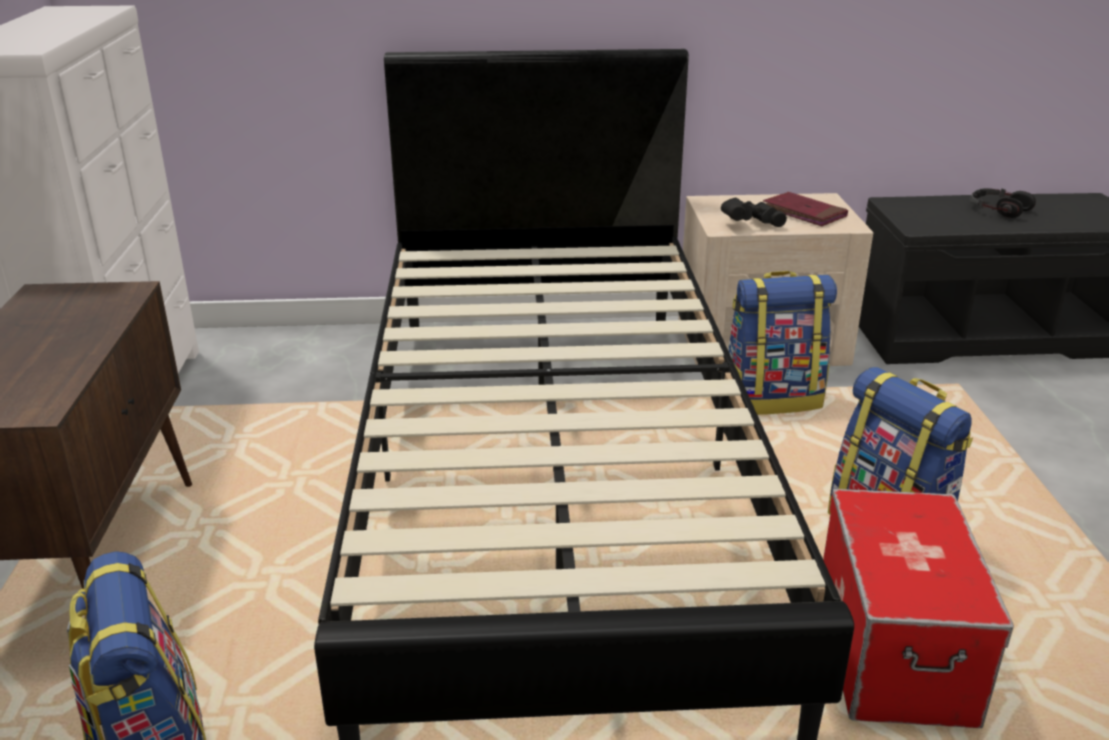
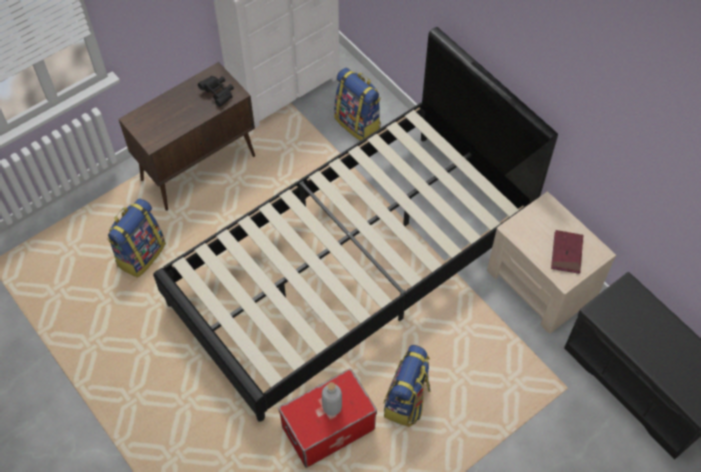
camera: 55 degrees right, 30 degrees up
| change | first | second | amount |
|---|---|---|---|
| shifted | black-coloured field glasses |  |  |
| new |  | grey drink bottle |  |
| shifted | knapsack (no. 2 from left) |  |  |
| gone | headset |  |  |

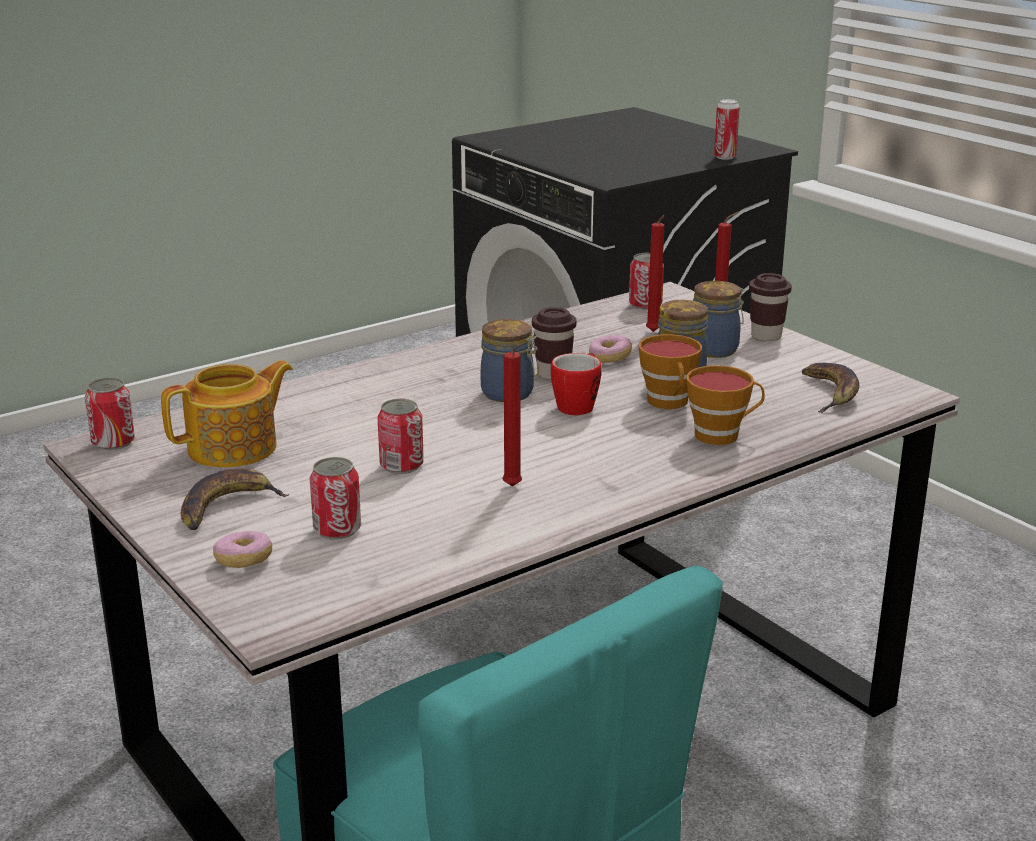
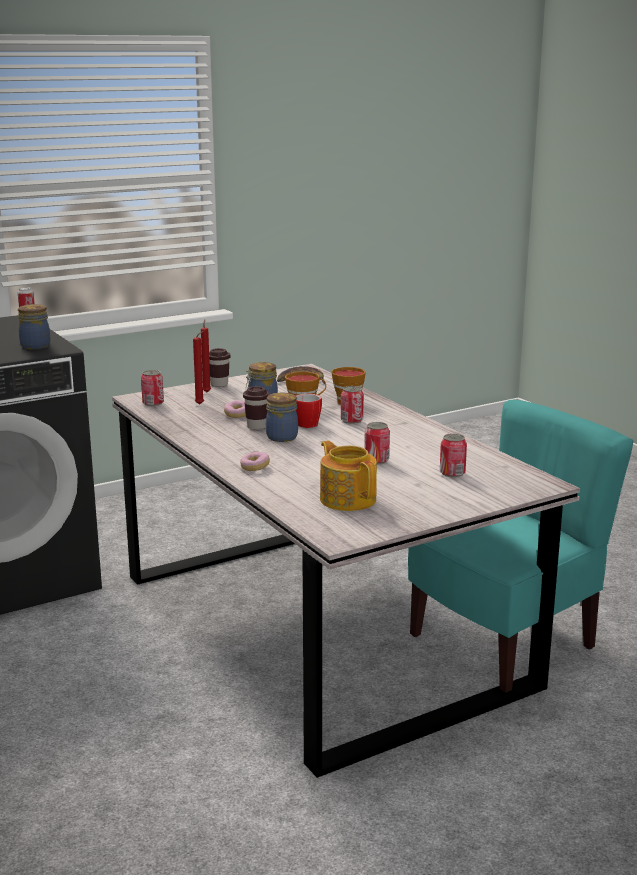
camera: 85 degrees left, 5 degrees down
| change | first | second | amount |
|---|---|---|---|
| shifted | preserve jar (no. 3 from left in the first image) | preserve jar (no. 1 from left) |  |
| shifted | ring doughnut (no. 1 from left in the first image) | ring doughnut (no. 2 from left) |  |
| shifted | sealed can (no. 1 from left in the first image) | sealed can (no. 3 from left) |  |
| gone | banana fruit (no. 1 from left) |  |  |
| gone | reddish wax candle (no. 1 from left) |  |  |

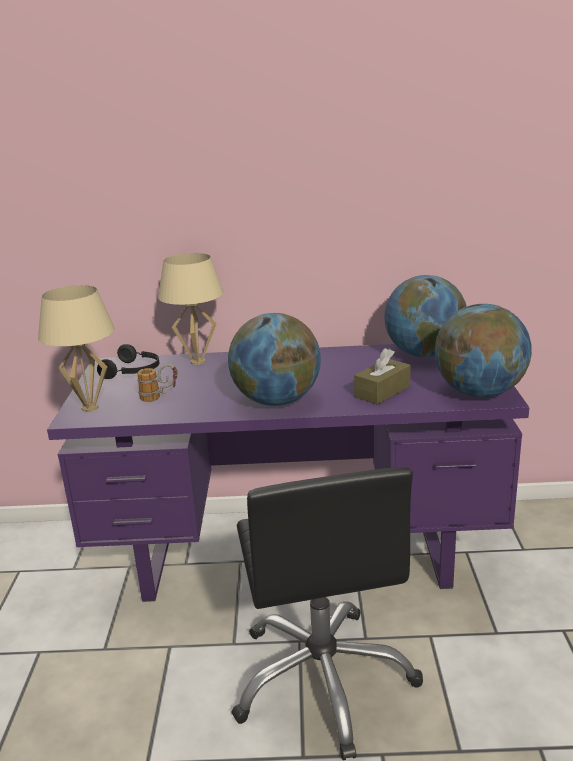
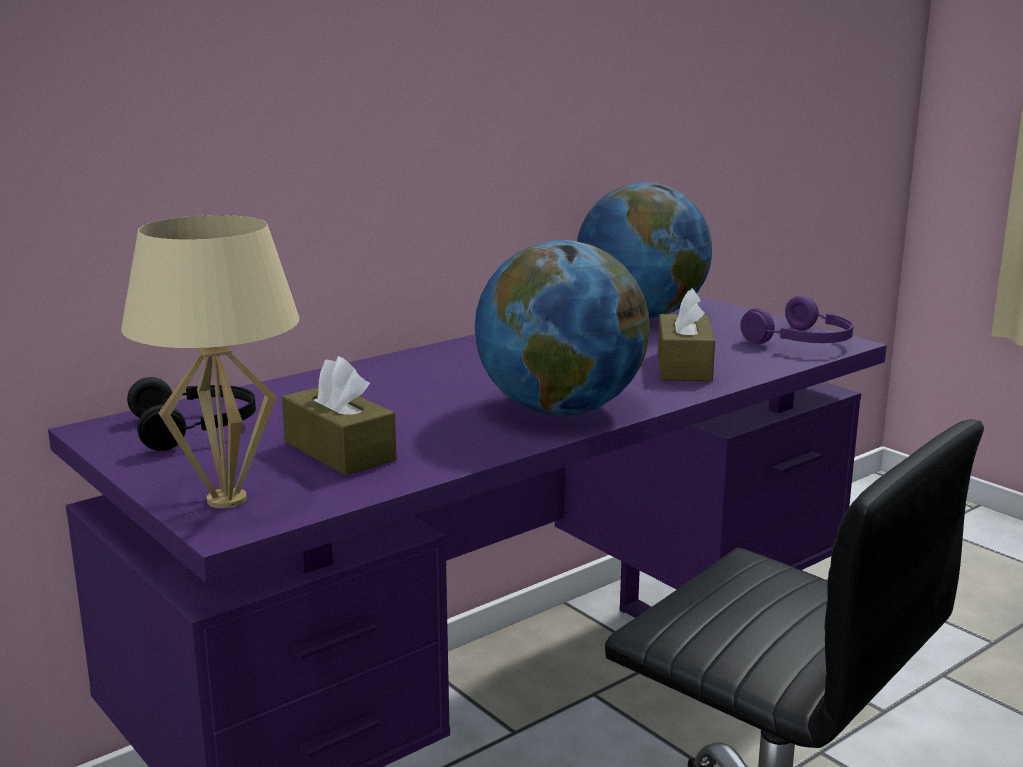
camera: 40 degrees left, 5 degrees down
| change | first | second | amount |
|---|---|---|---|
| swapped | coffee mug | brown-coloured tissue box (no. 1 from left) |  |
| swapped | world globe (no. 3 from left) | purple headset |  |
| gone | sand-coloured lamp for a table (no. 2 from left) |  |  |

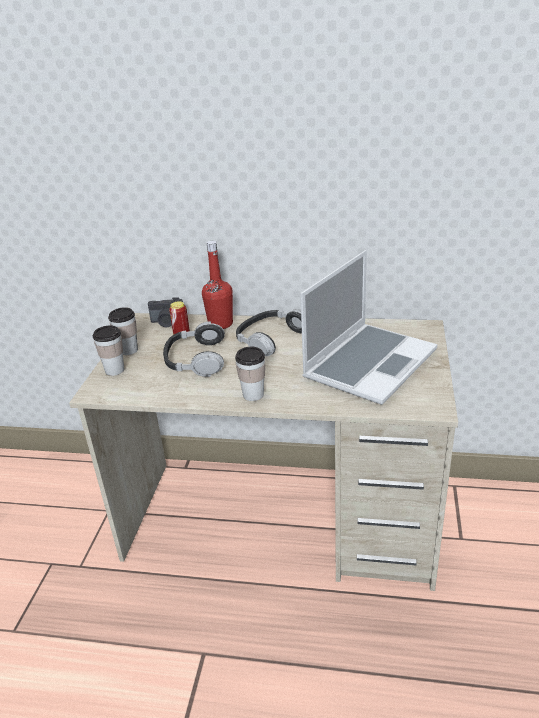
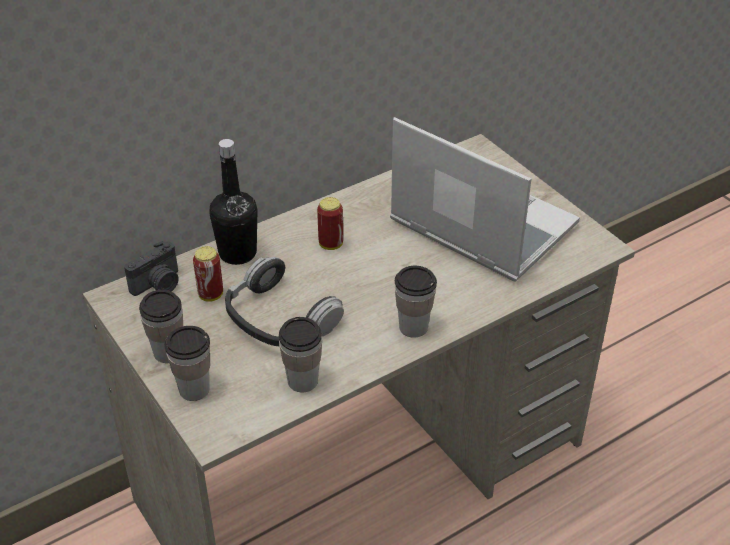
camera: 45 degrees left, 10 degrees up
| change | first | second | amount |
|---|---|---|---|
| repainted | reddish drink bottle | black-coloured drink bottle |  |
| new |  | cup (no. 3 from left) |  |
| swapped | headset (no. 2 from left) | sealed can (no. 2 from left) |  |
| rotated | notebook computer |  | 45 degrees counterclockwise |

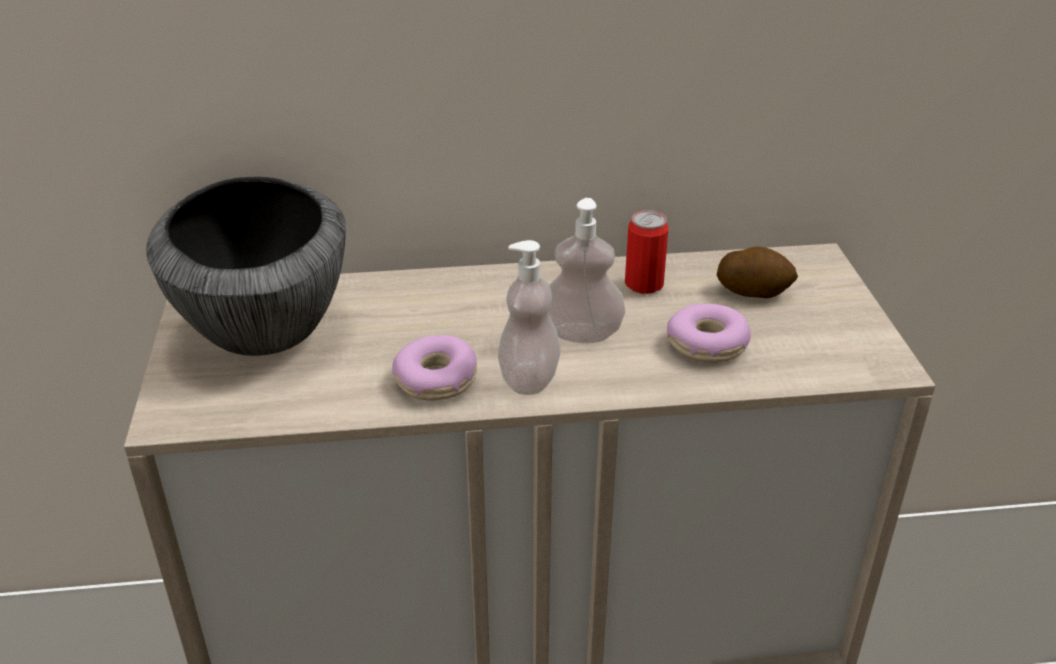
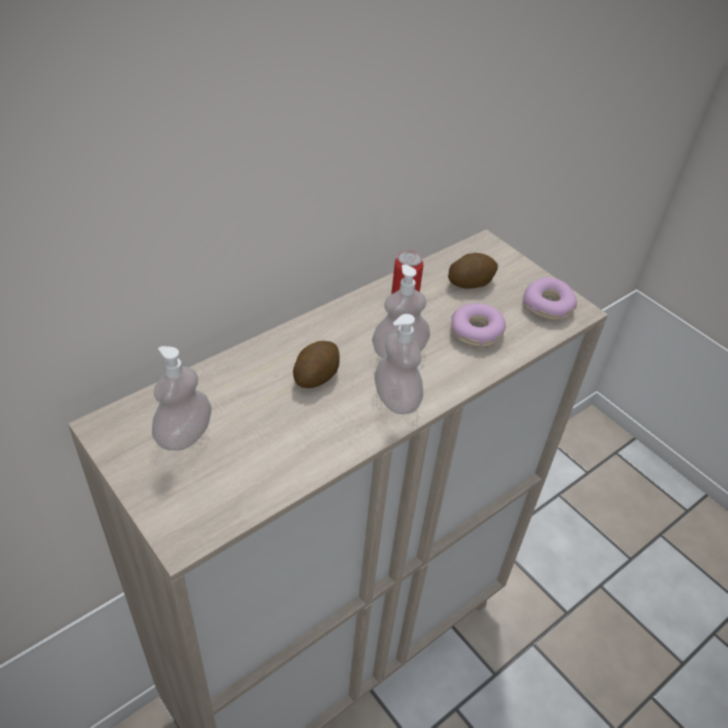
camera: 35 degrees left, 10 degrees up
| change | first | second | amount |
|---|---|---|---|
| swapped | bowl | soap bottle (no. 1 from left) |  |
| new |  | potato (no. 1 from left) |  |
| shifted | ring doughnut (no. 1 from left in the first image) | ring doughnut (no. 2 from left) |  |

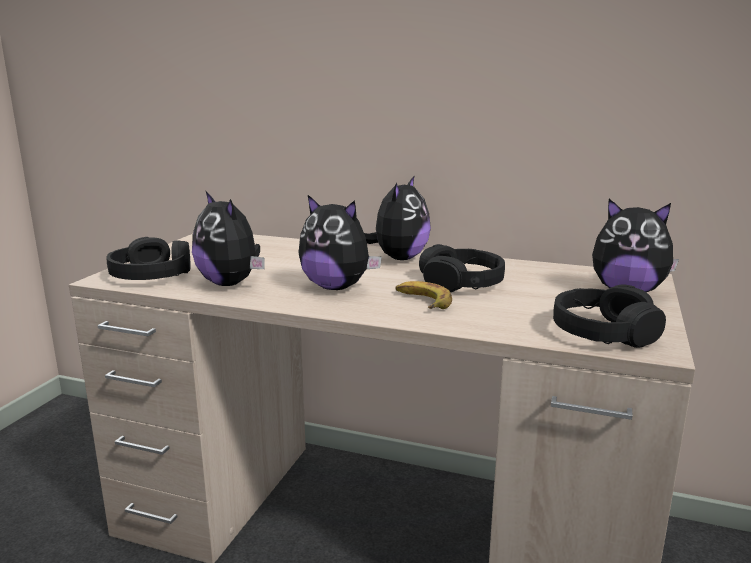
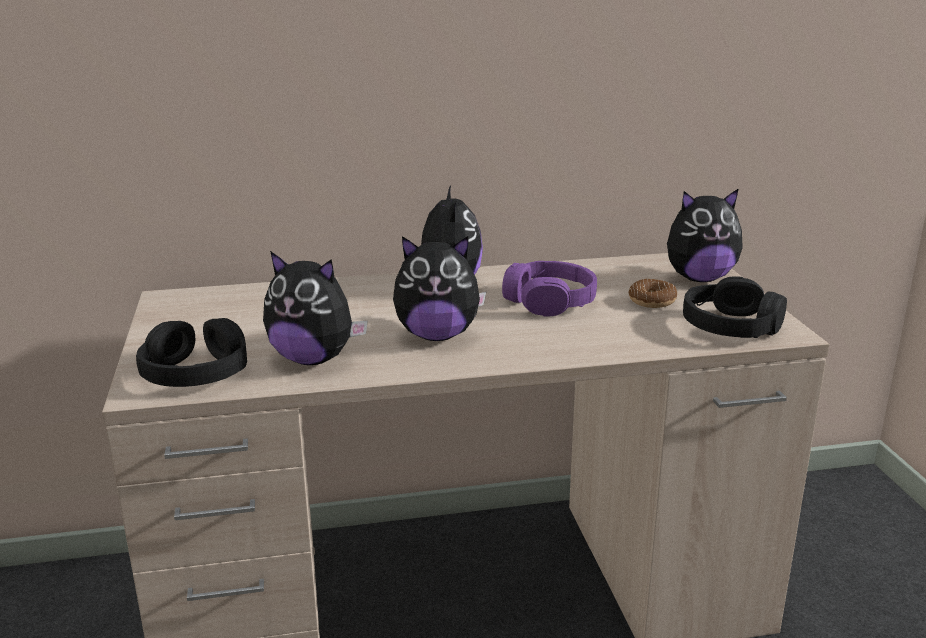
camera: 30 degrees left, 5 degrees up
| change | first | second | amount |
|---|---|---|---|
| repainted | black-coloured headset (no. 2 from left) | purple headset |  |
| new |  | ring doughnut |  |
| gone | banana fruit |  |  |

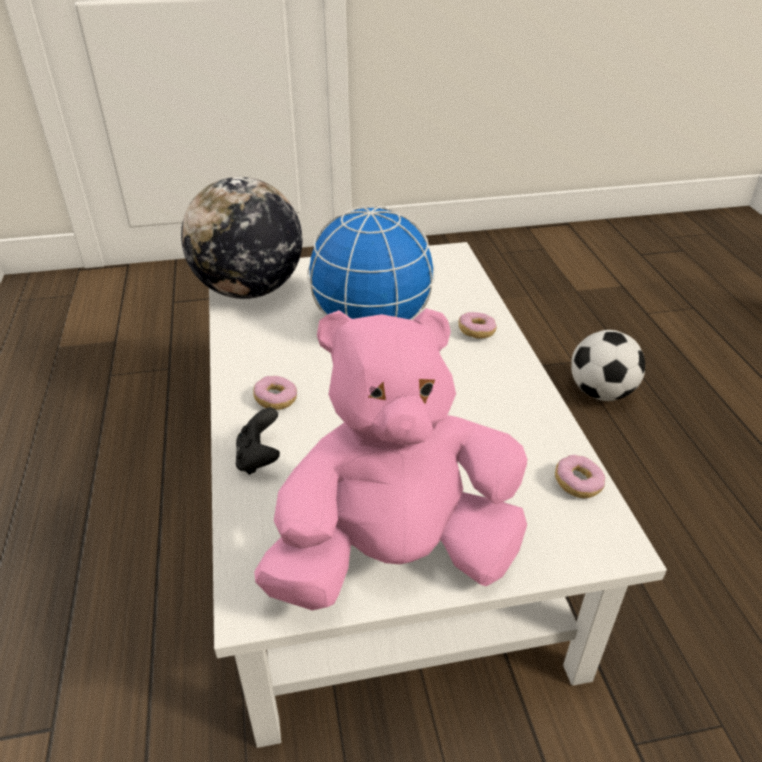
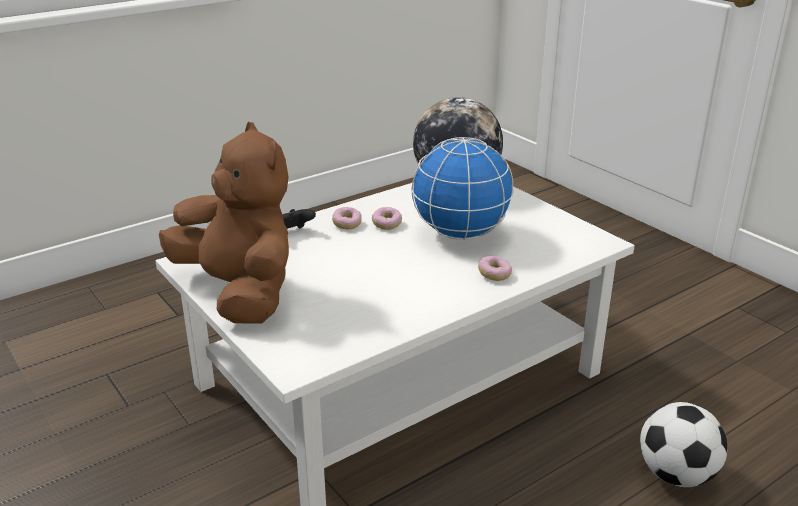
camera: 65 degrees right, 10 degrees down
| change | first | second | amount |
|---|---|---|---|
| repainted | pink-coloured soft toy | brown-coloured soft toy |  |
| shifted | ring doughnut (no. 3 from left in the first image) | ring doughnut (no. 2 from left) |  |

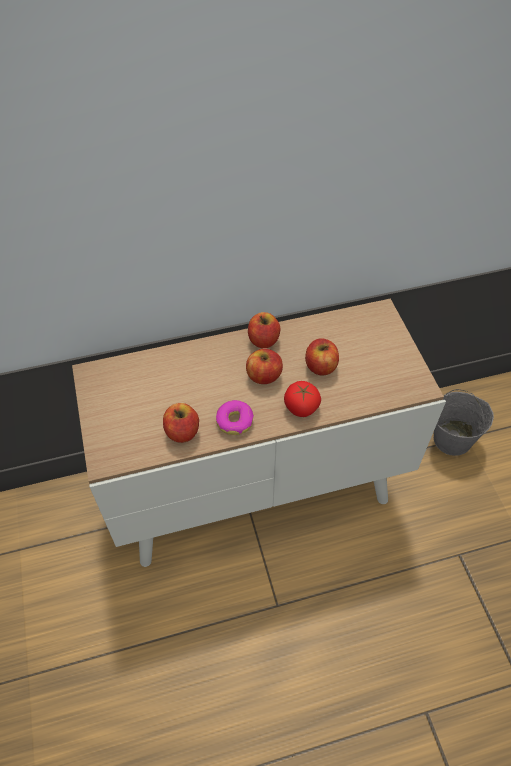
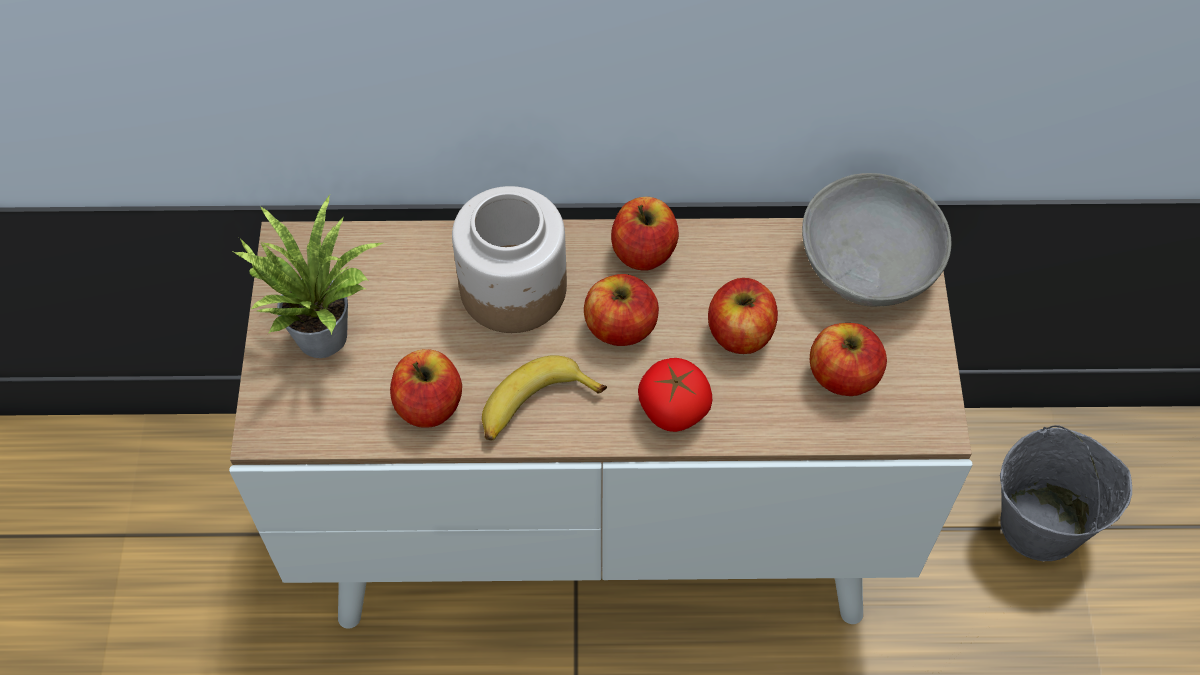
camera: 15 degrees right, 5 degrees up
| change | first | second | amount |
|---|---|---|---|
| new |  | houseplant |  |
| new |  | preserve jar |  |
| swapped | ring doughnut | banana fruit |  |
| new |  | grey bowl |  |
| new |  | apple fruit (no. 5 from left) |  |

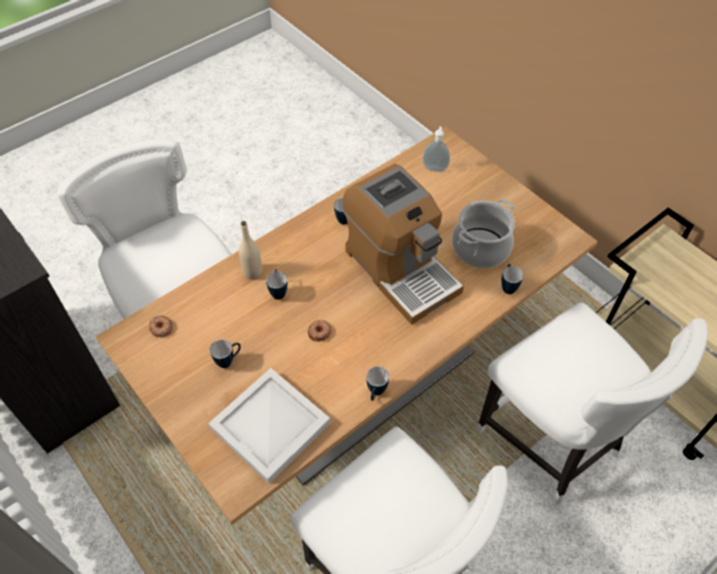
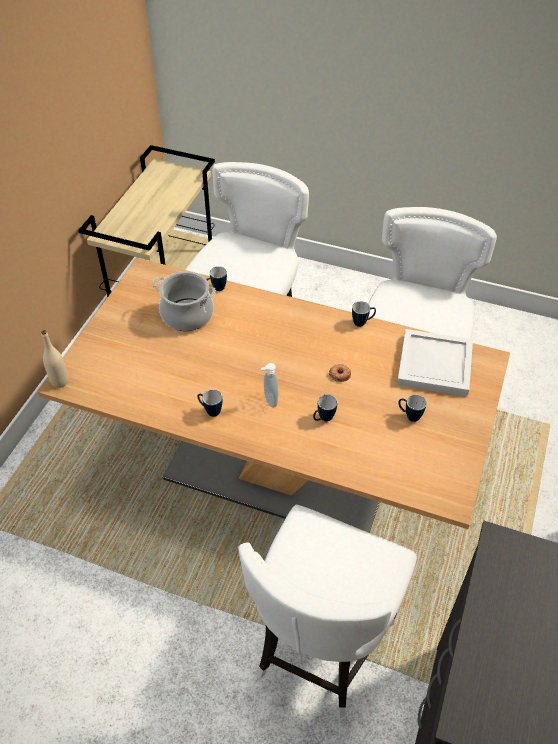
camera: 120 degrees left, 5 degrees down
| change | first | second | amount |
|---|---|---|---|
| shifted | sand-coloured drink bottle |  |  |
| shifted | soap bottle |  |  |
| gone | ring doughnut (no. 1 from left) |  |  |
| gone | coffee maker |  |  |

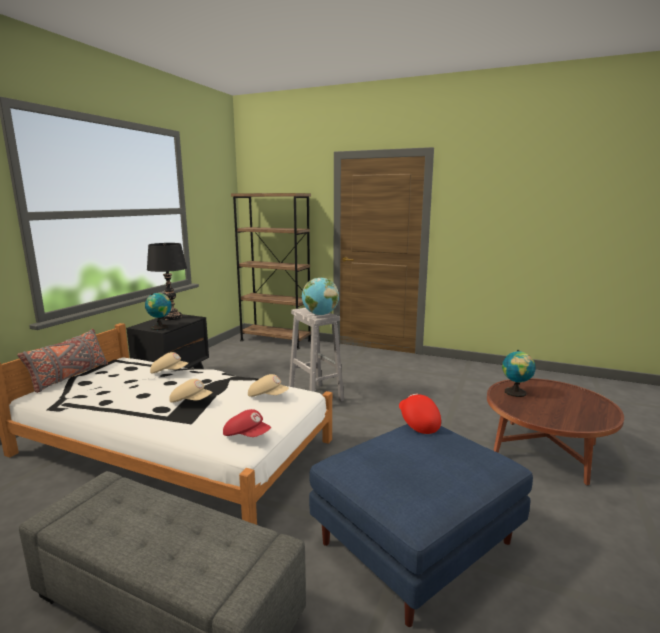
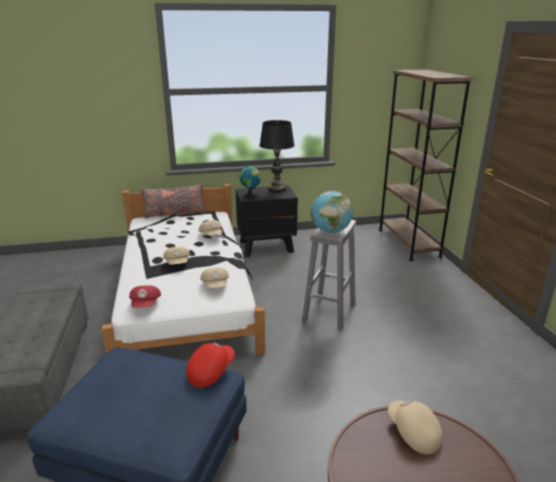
camera: 55 degrees right, 10 degrees up
| change | first | second | amount |
|---|---|---|---|
| swapped | world globe (no. 3 from left) | sand-coloured baseball cap (no. 4 from left) |  |

